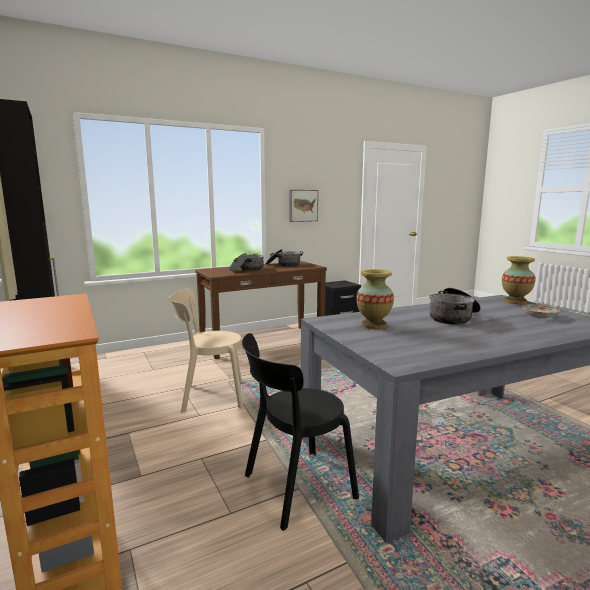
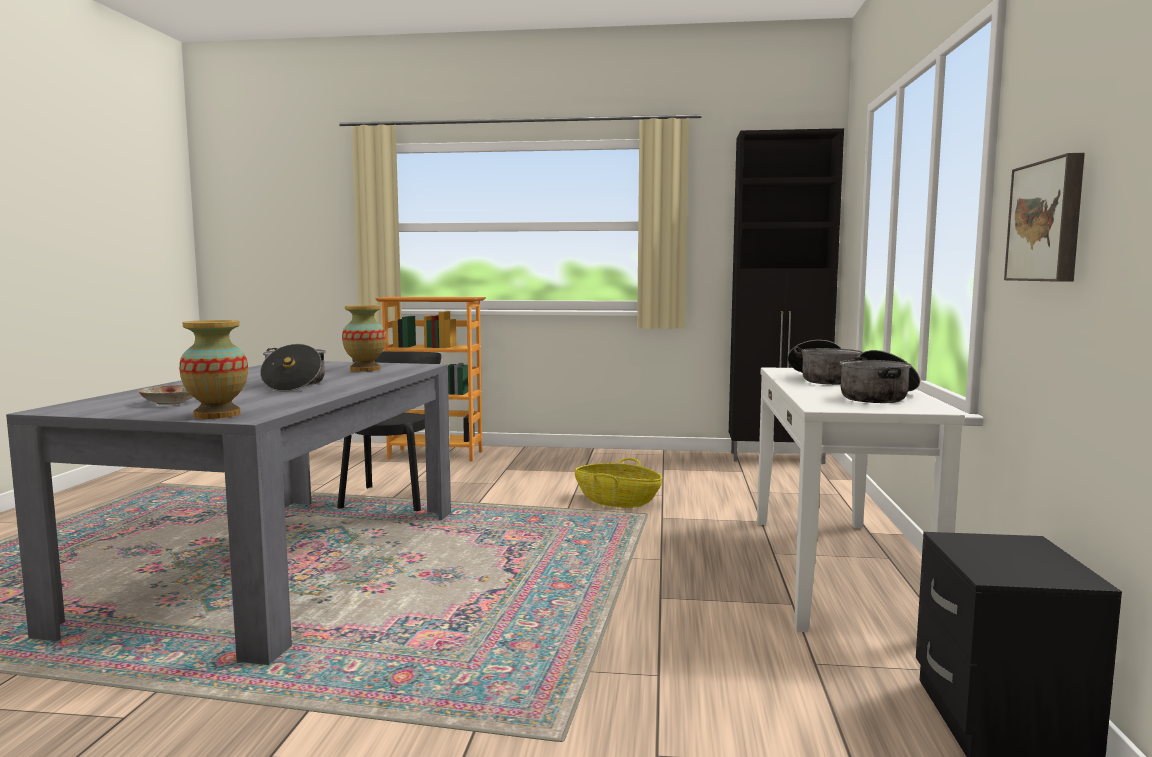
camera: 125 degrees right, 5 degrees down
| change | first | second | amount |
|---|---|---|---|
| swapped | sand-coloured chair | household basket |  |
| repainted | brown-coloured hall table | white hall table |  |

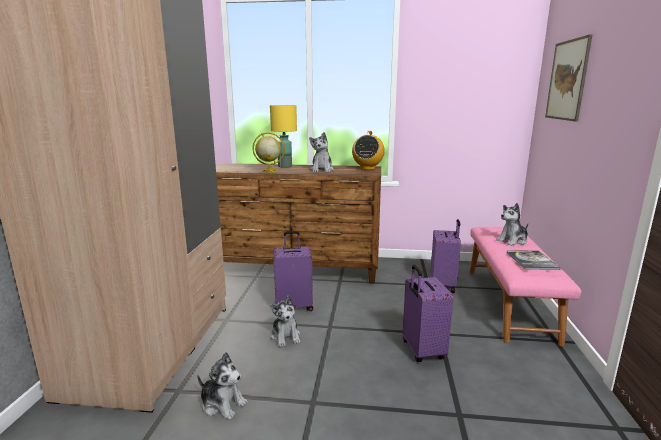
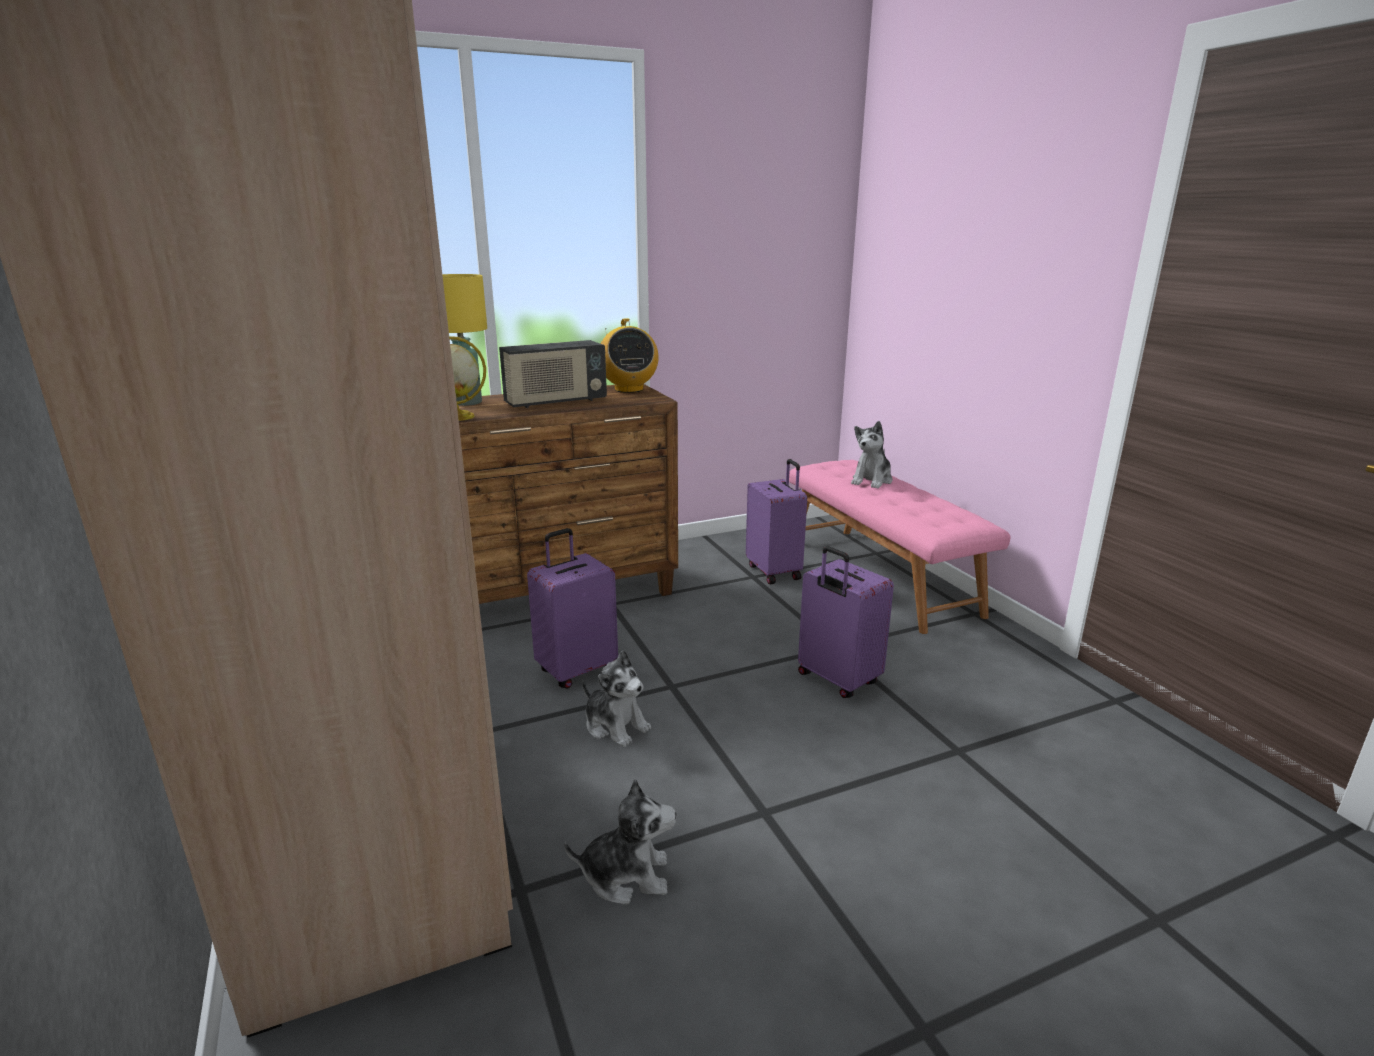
camera: 30 degrees left, 5 degrees up
| change | first | second | amount |
|---|---|---|---|
| swapped | soft toy (no. 3 from left) | radio set (no. 1 from left) |  |
| gone | bound book |  |  |
| gone | wall picture |  |  |

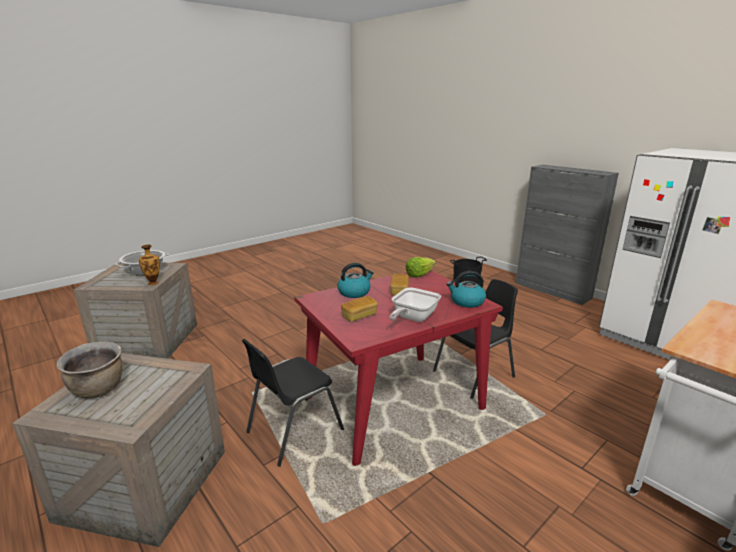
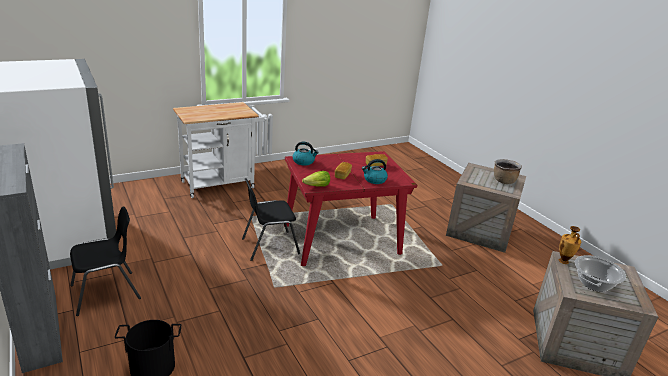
camera: 170 degrees left, 5 degrees up
| change | first | second | amount |
|---|---|---|---|
| shifted | black-coloured chair (no. 1 from left) |  |  |
| gone | frying pan |  |  |

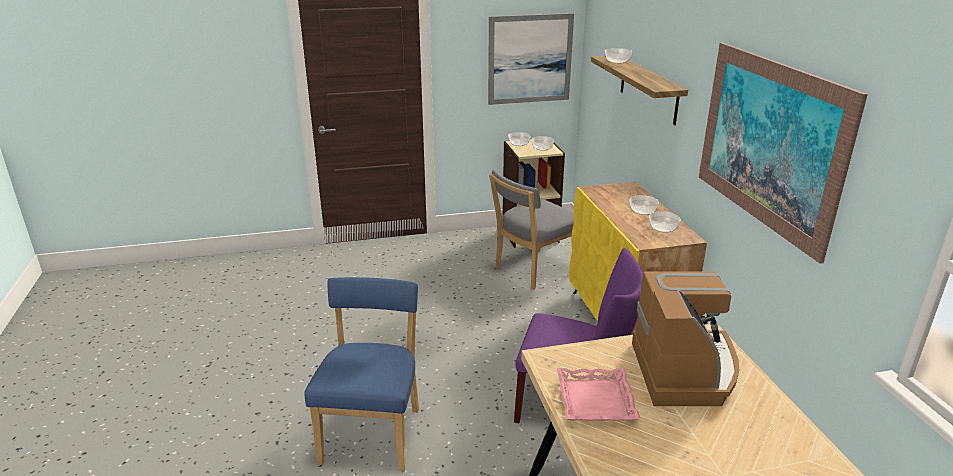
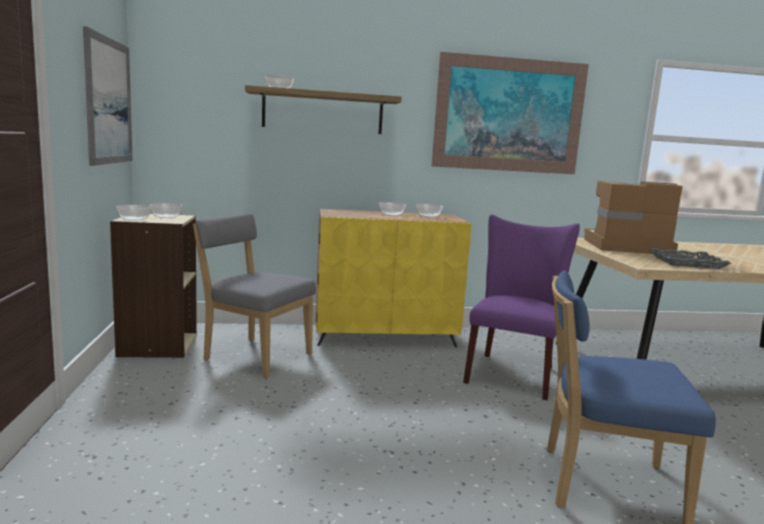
camera: 85 degrees left, 15 degrees down
| change | first | second | amount |
|---|---|---|---|
| rotated | grey chair |  | 150 degrees clockwise |
| repainted | pink-coloured tray | grey tray |  |

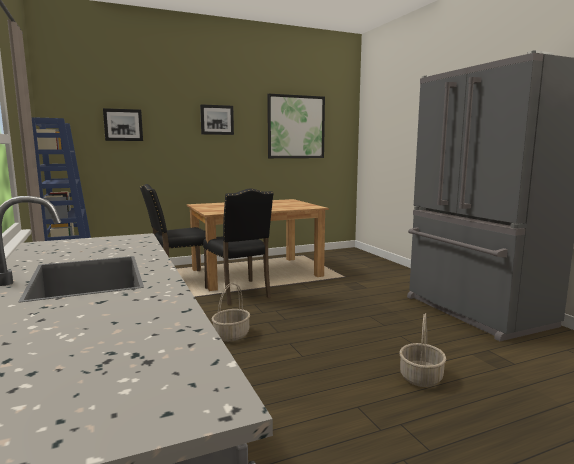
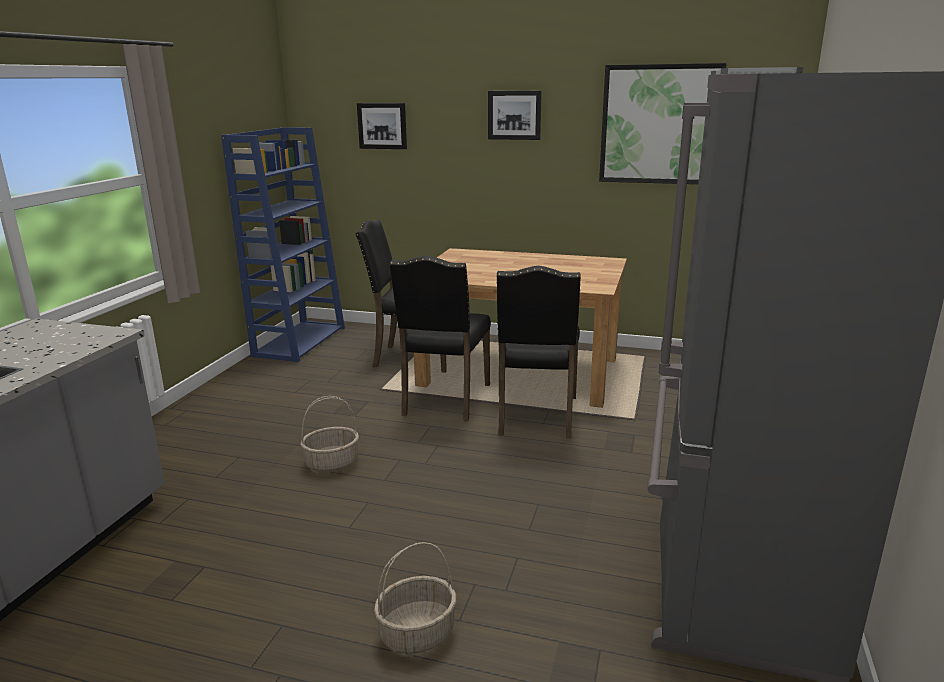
camera: 40 degrees right, 10 degrees up
| change | first | second | amount |
|---|---|---|---|
| new |  | black-coloured chair (no. 3 from left) |  |

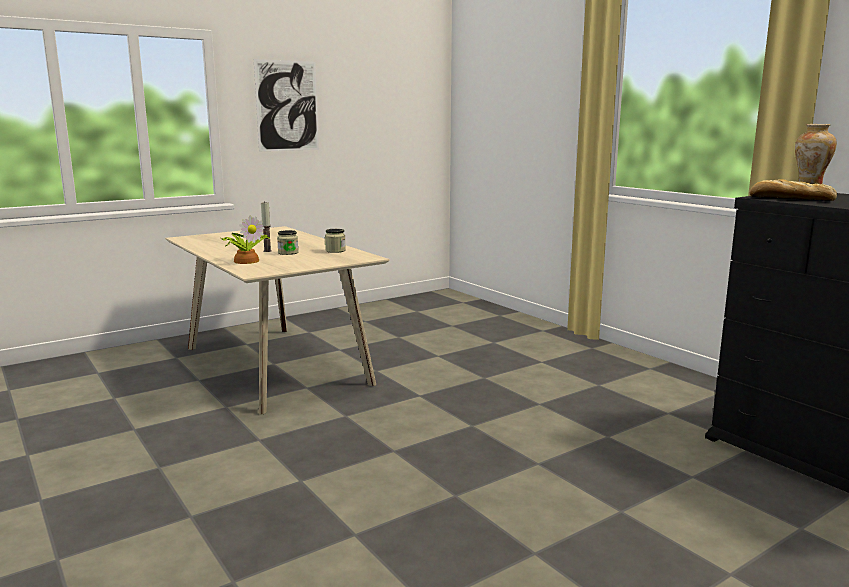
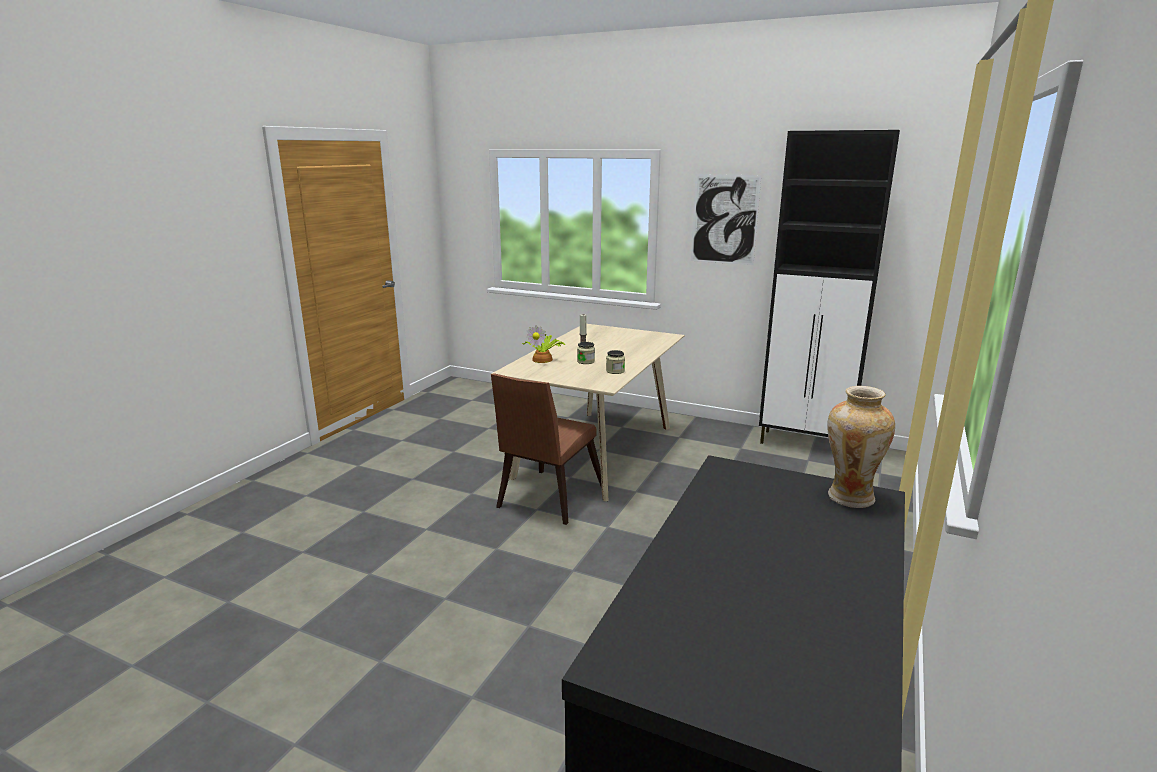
camera: 60 degrees right, 5 degrees up
| change | first | second | amount |
|---|---|---|---|
| new |  | brown-coloured chair |  |
| new |  | black-coloured storage cabinet |  |
| gone | bread |  |  |

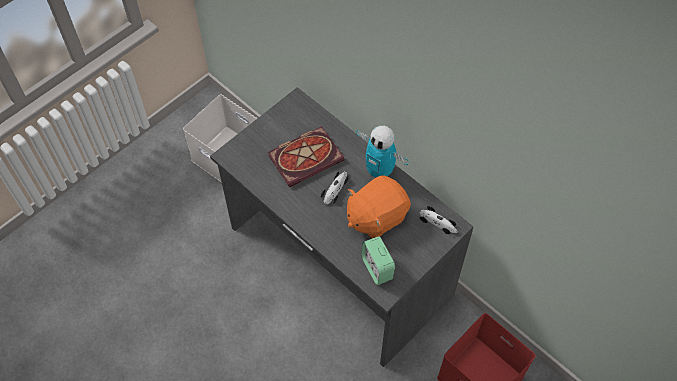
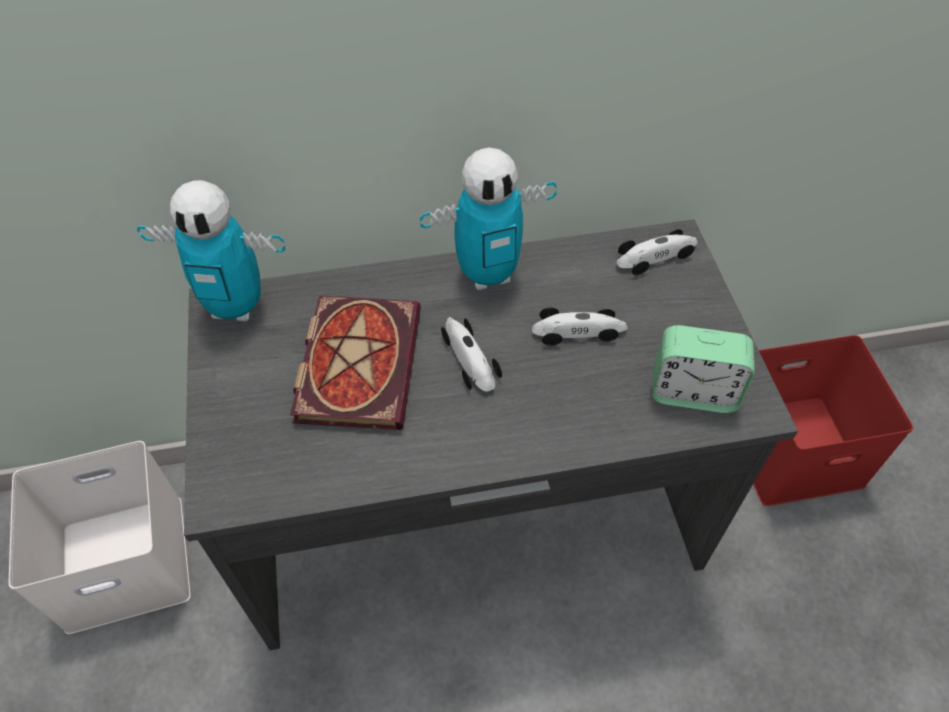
camera: 55 degrees left, 5 degrees down
| change | first | second | amount |
|---|---|---|---|
| new |  | robot figure (no. 1 from left) |  |
| swapped | orange-coloured soft toy | model car (no. 2 from left) |  |

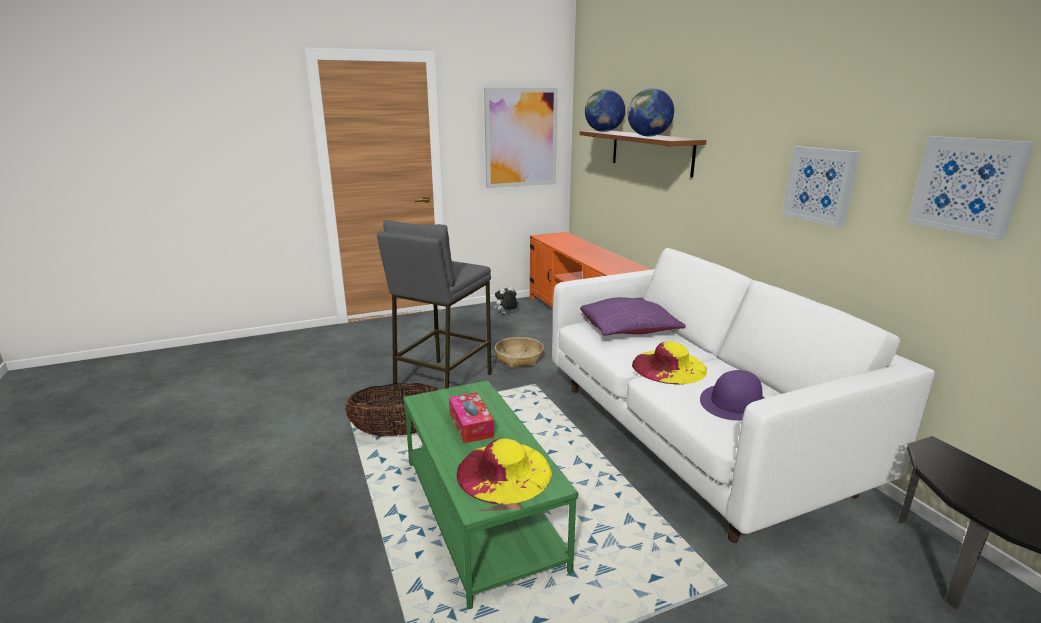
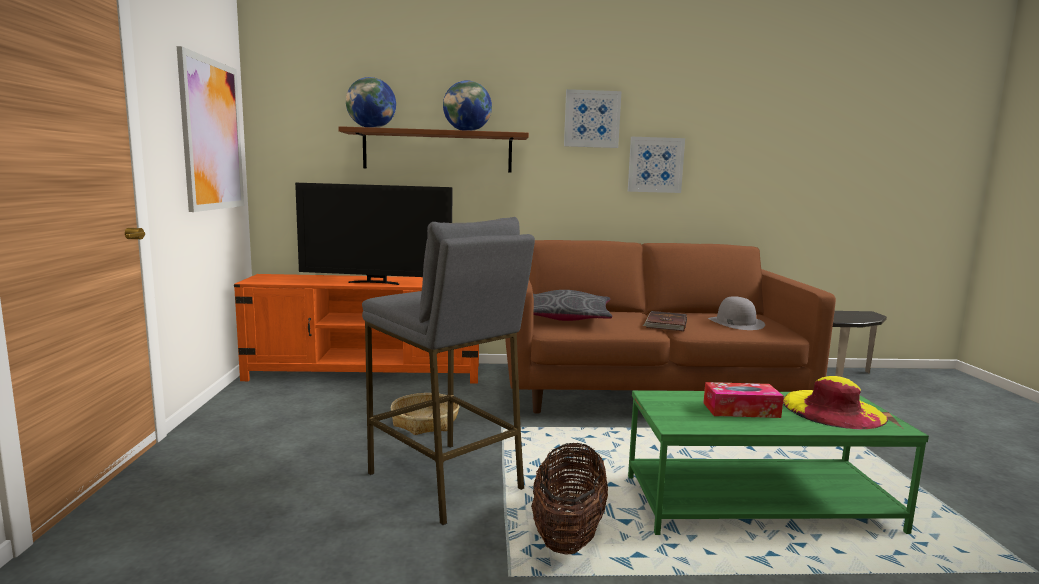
camera: 70 degrees left, 10 degrees down
| change | first | second | amount |
|---|---|---|---|
| new |  | TV set |  |
| repainted | white settee | brown-coloured settee |  |
| repainted | purple pillow | grey pillow |  |
| shifted | wall picture (no. 3 from left in the first image) | wall picture (no. 2 from left) |  |
| swapped | yellow hat (no. 2 from left) | brown-coloured bound book |  |
| repainted | purple hat | grey hat |  |
| gone | soft toy |  |  |

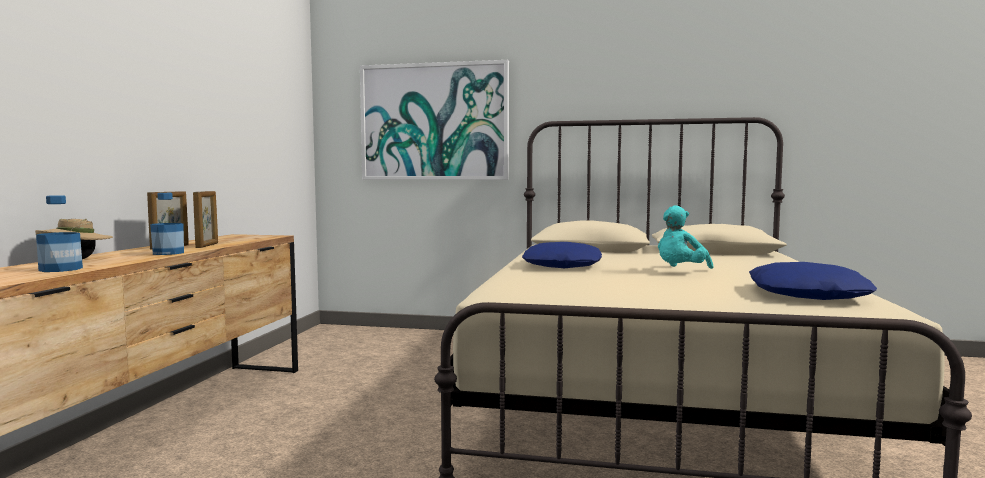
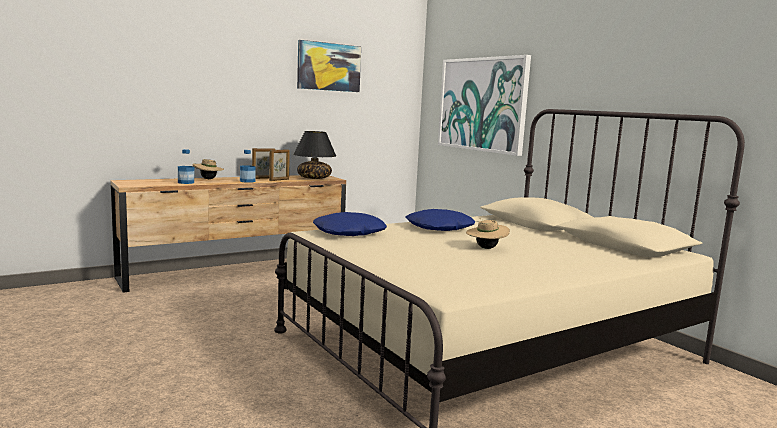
camera: 45 degrees right, 5 degrees up
| change | first | second | amount |
|---|---|---|---|
| new |  | black-coloured lamp for a table |  |
| new |  | wall picture (no. 1 from left) |  |
| shifted | blue-coloured pillow (no. 2 from left in the first image) | blue-coloured pillow (no. 1 from left) |  |
| swapped | turquoise soft toy | sand-coloured hat (no. 2 from left) |  |

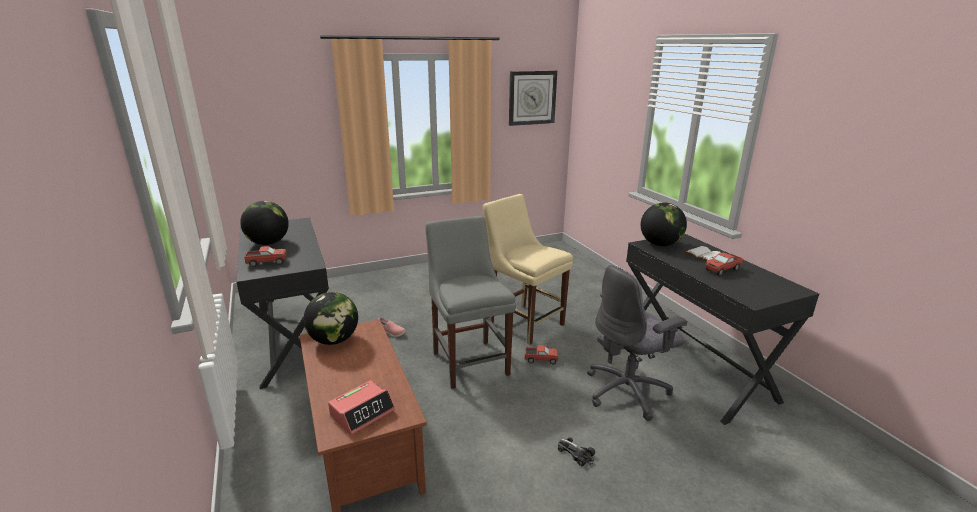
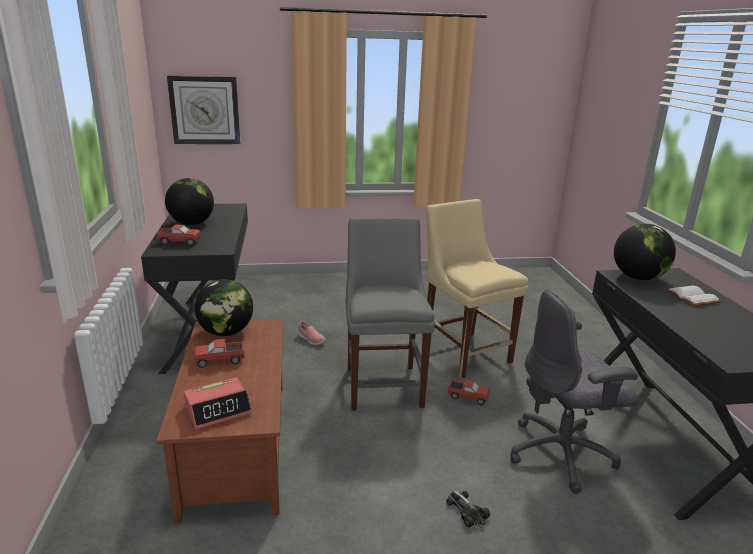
camera: 15 degrees right, 0 degrees up
| change | first | second | amount |
|---|---|---|---|
| shifted | clock on the wall |  |  |
| shifted | model truck (no. 3 from left in the first image) | model truck (no. 2 from left) |  |

